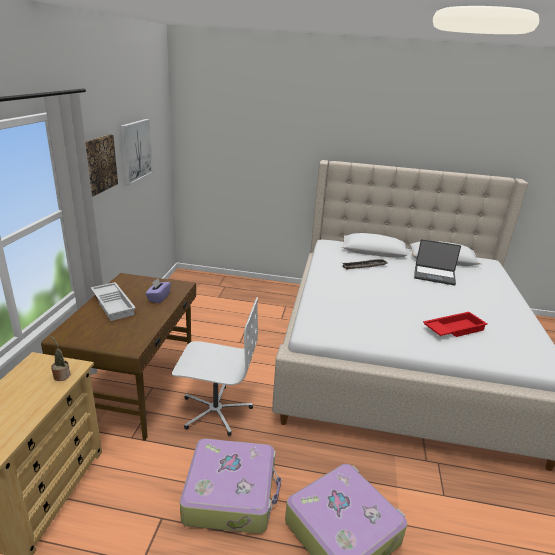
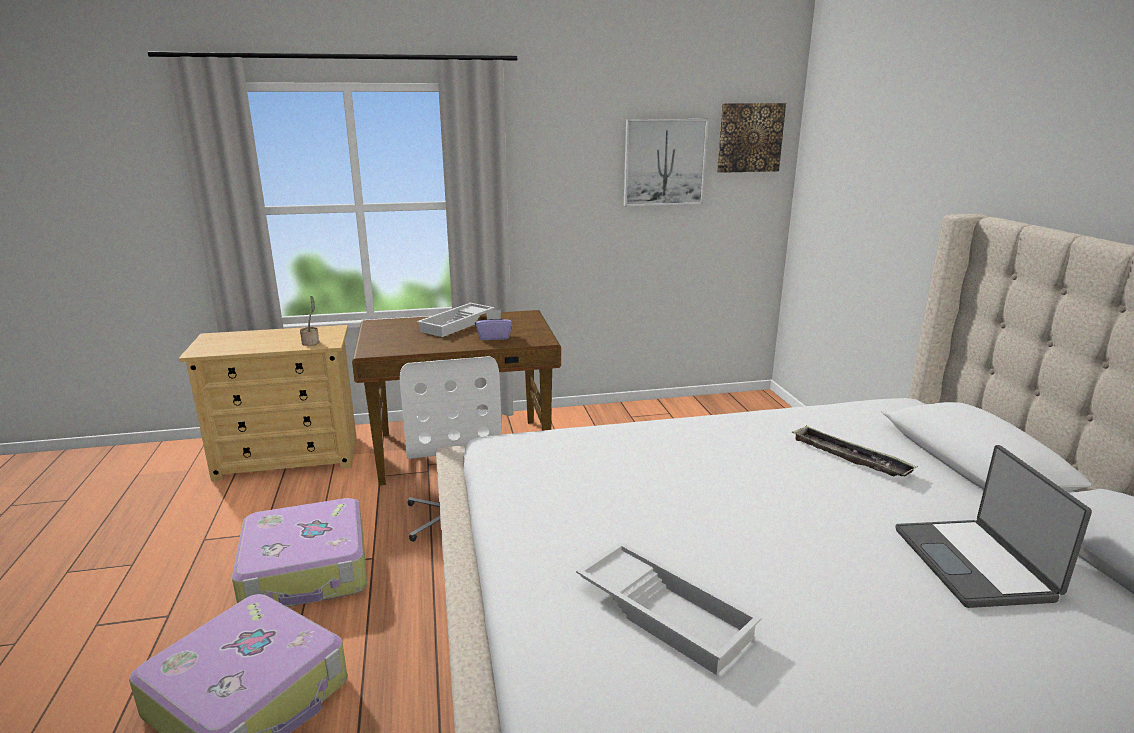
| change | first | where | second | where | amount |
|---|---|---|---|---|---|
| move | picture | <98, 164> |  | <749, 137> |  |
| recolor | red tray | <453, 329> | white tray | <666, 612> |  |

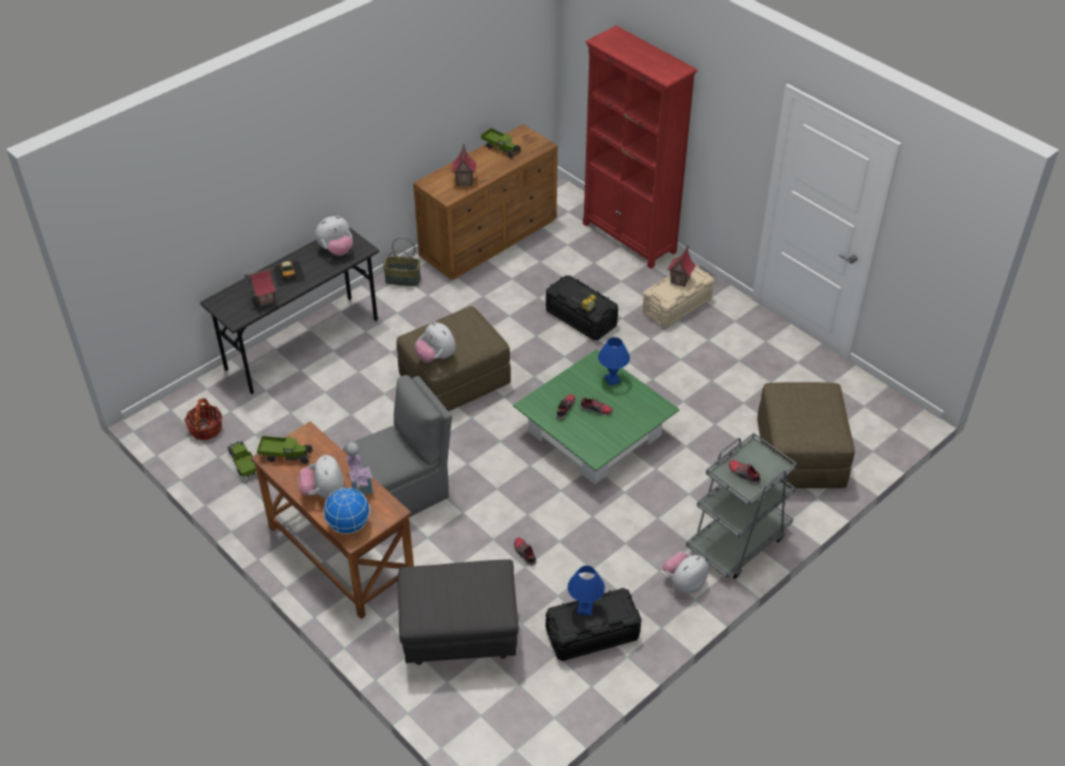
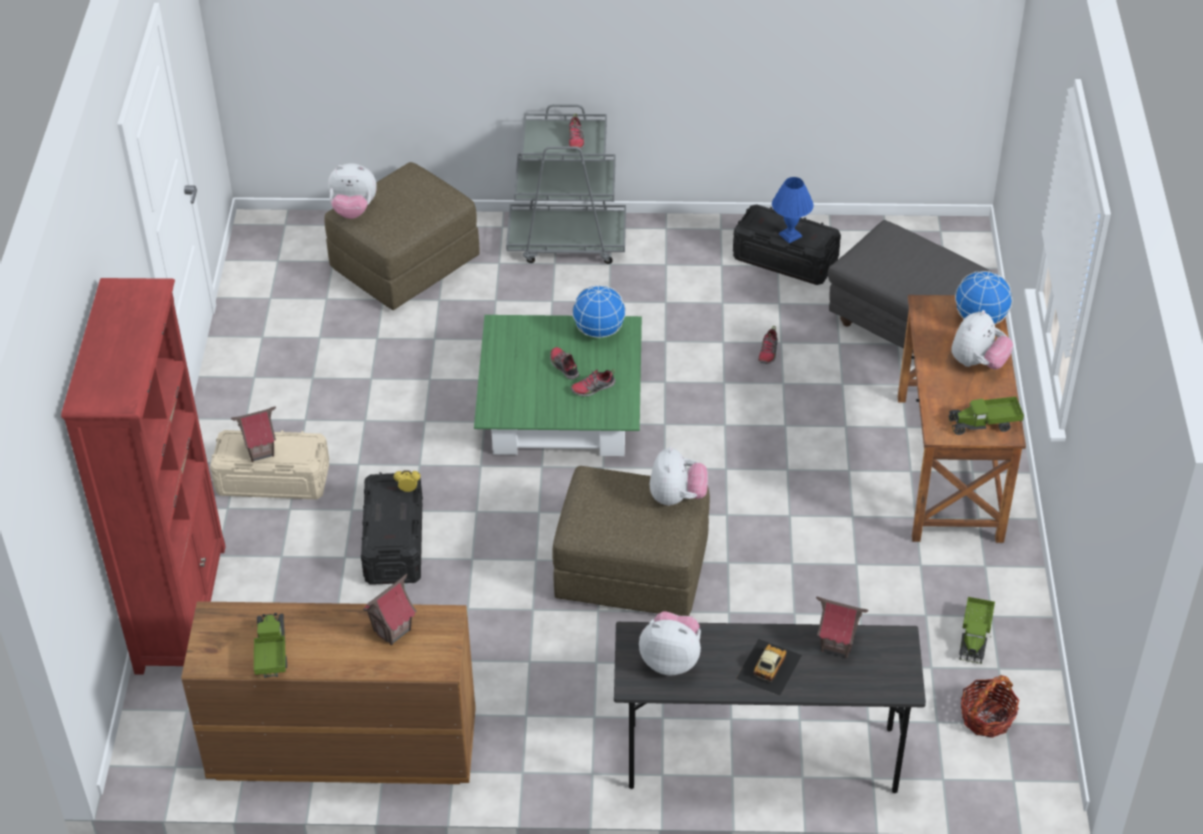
| change | first | where | second | where | amount |
|---|---|---|---|---|---|
| delete | basket | <402, 279> |  |  |  |
| delete | blue table lamp | <612, 380> |  |  |  |
| delete | grey chair | <401, 493> |  |  |  |
| rotate | toy truck | <285, 455> |  | <984, 424> | 60 degrees counterclockwise |
| delete | toy house | <360, 483> |  |  |  |
| move | plush toy | <684, 583> |  | <353, 210> |  |
| insert |  |  | globe | <598, 331> |  |

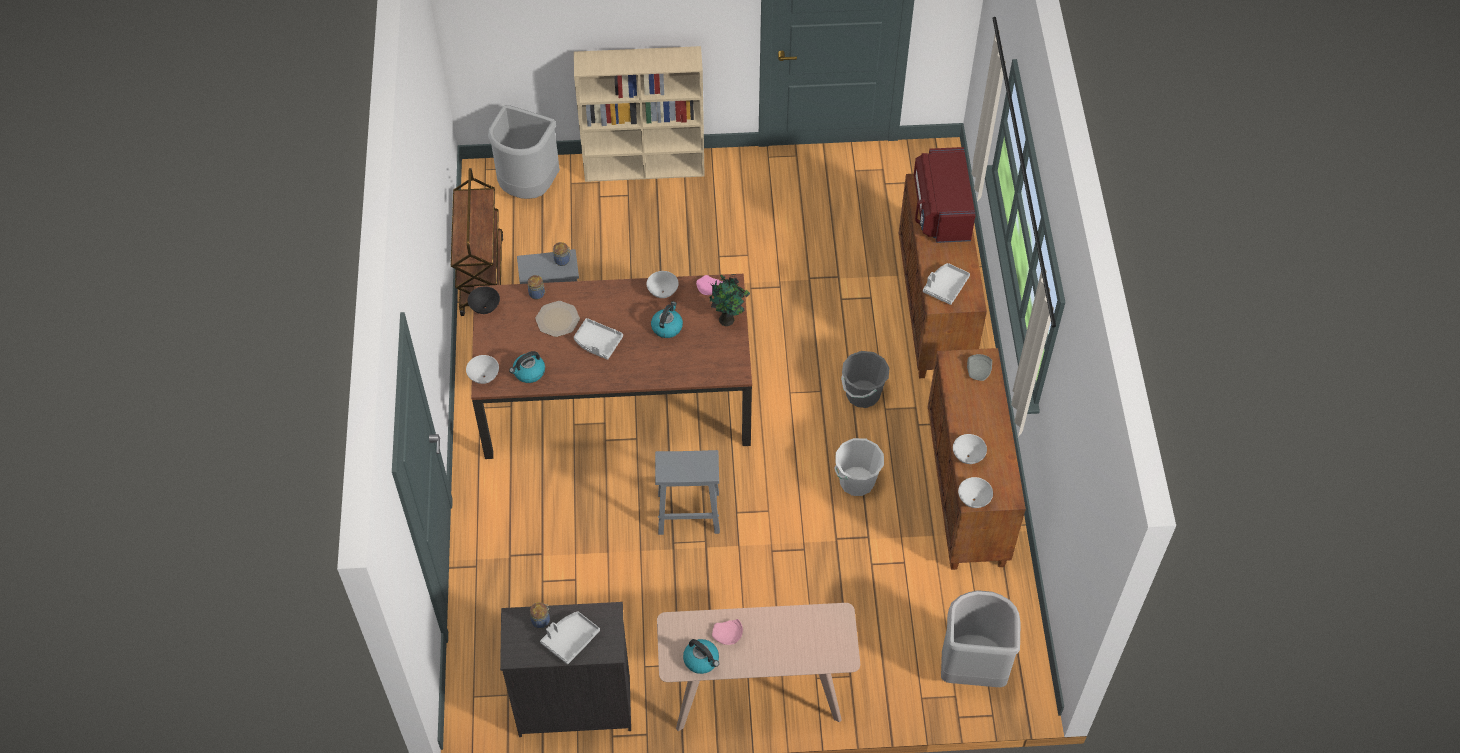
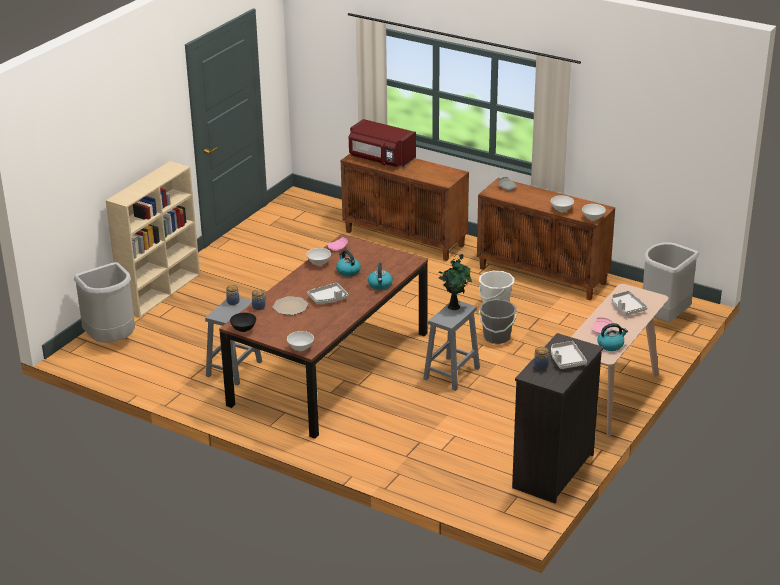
| change | first | where | second | where | amount |
|---|---|---|---|---|---|
| delete | brown cart | <481, 275> |  |  |  |
| move | grey tray | <945, 287> |  | <626, 308> |  |
| move | potted plant | <728, 320> |  | <454, 306> |  |
| move | kettle | <529, 372> |  | <380, 285> |  |
| move | grey bucket | <862, 394> |  | <497, 337> |  |

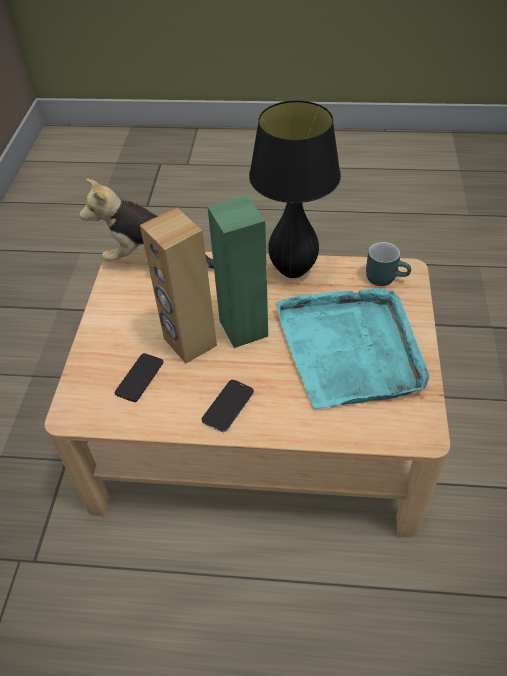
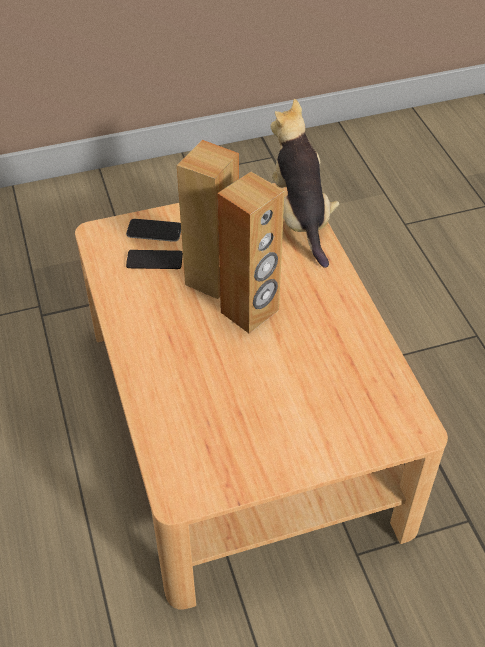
| change | first | where | second | where | amount |
|---|---|---|---|---|---|
| delete | black table lamp | <293, 270> |  |  |  |
| recolor | green speaker | <244, 328> | brown speaker | <250, 311> |  |
| delete | turquoise mug | <385, 277> |  |  |  |
| delete | turquoise tray | <350, 349> |  |  |  |
| move | phone | <228, 406> |  | <154, 231> |  |

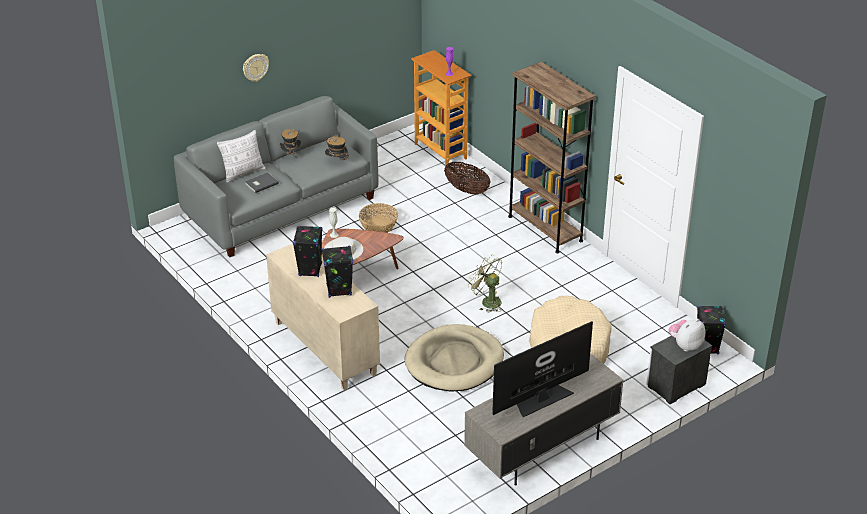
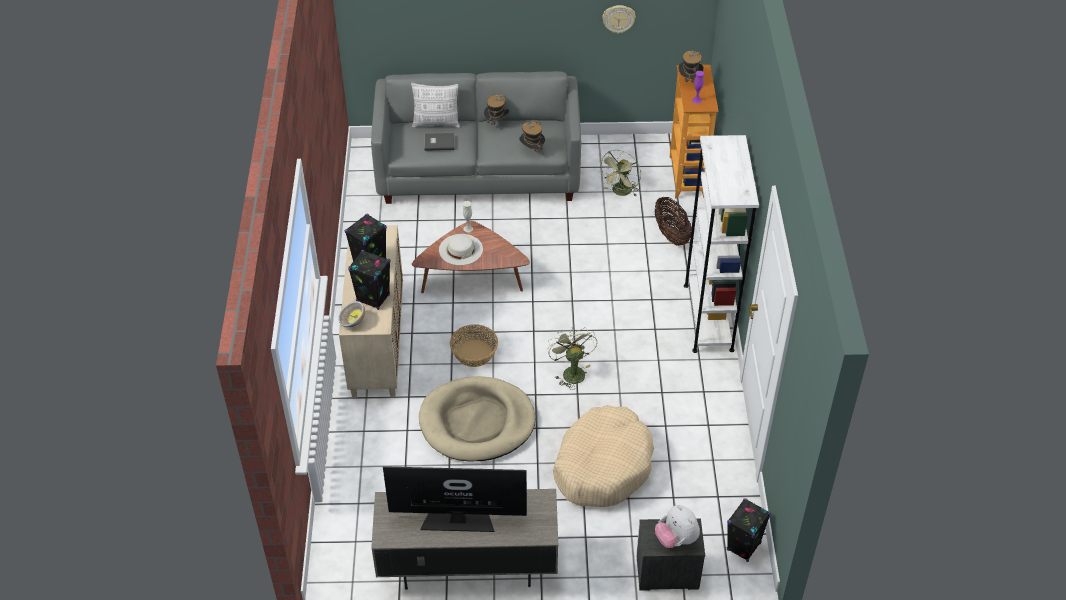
| change | first | where | second | where | amount |
|---|---|---|---|---|---|
| move | wall clock | <255, 67> |  | <618, 18> |  |
| recolor | brown bookcase | <545, 228> | white bookcase | <708, 317> |  |
| move | basket | <378, 225> |  | <474, 353> |  |
| rotate | plush toy | <685, 345> |  | <676, 539> | 120 degrees counterclockwise |
| insert |  |  | hat | <689, 80> |  |
| insert |  |  | green fan | <620, 192> |  |
| insert |  |  | bowl | <352, 322> |  |

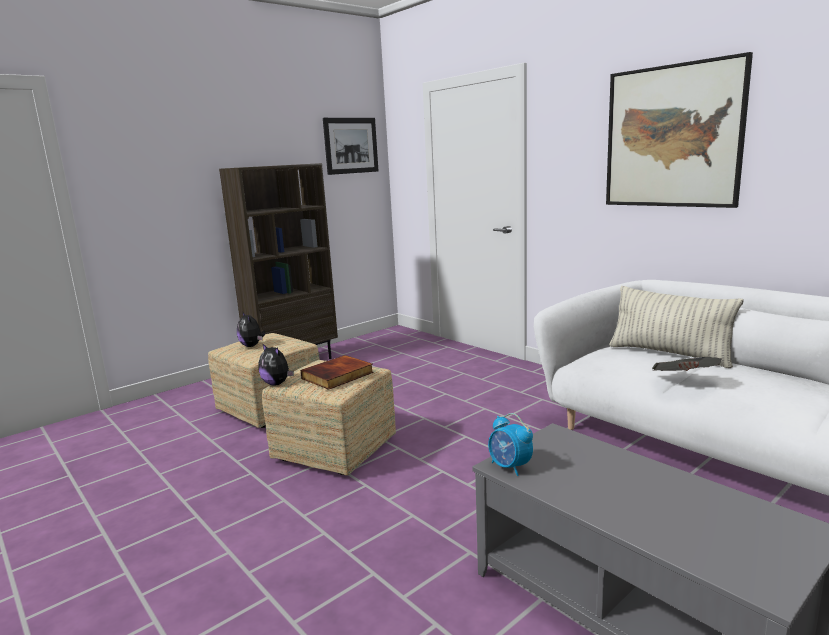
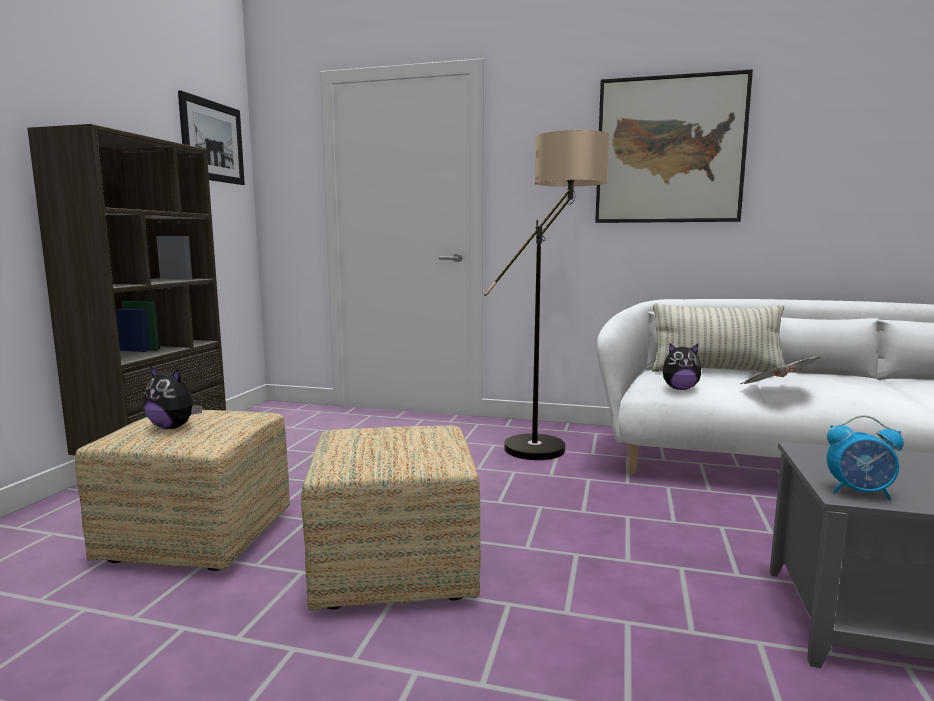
| change | first | where | second | where | amount |
|---|---|---|---|---|---|
| move | plush toy | <277, 383> |  | <680, 389> |  |
| delete | book | <338, 376> |  |  |  |
| insert |  |  | floor lamp | <550, 443> |  |

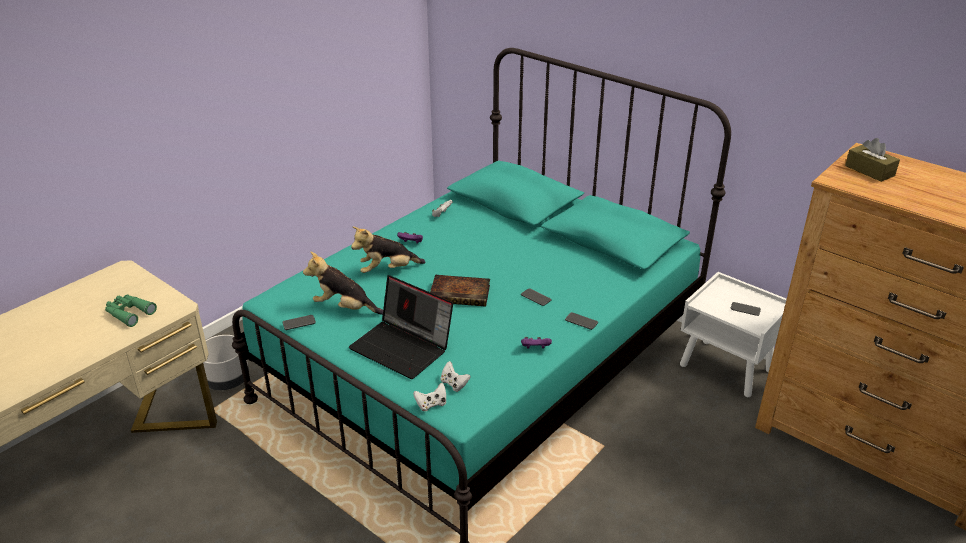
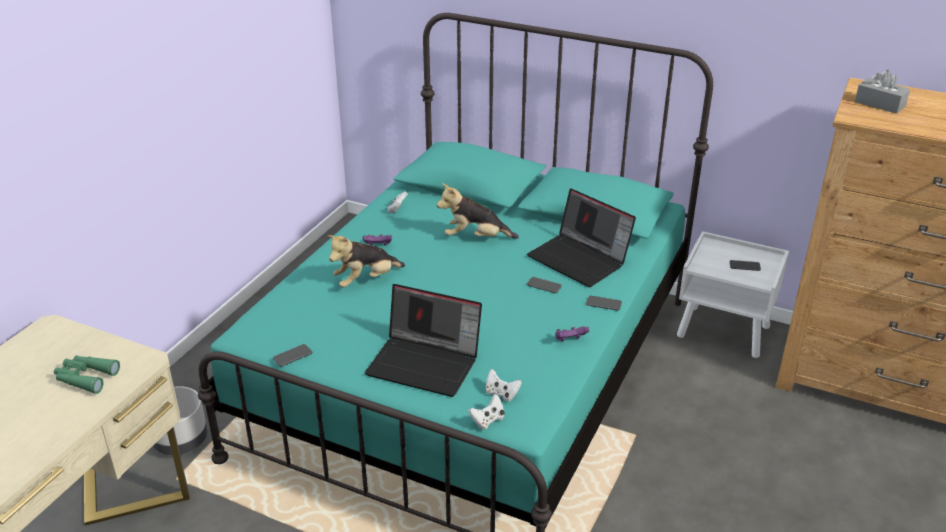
| change | first | where | second | where | amount |
|---|---|---|---|---|---|
| recolor | brown tissue box | <869, 171> | grey tissue box | <879, 104> |  |
| move | plush toy | <345, 308> |  | <475, 238> |  |
| delete | book | <461, 294> |  |  |  |
| insert |  |  | laptop | <580, 259> |  |

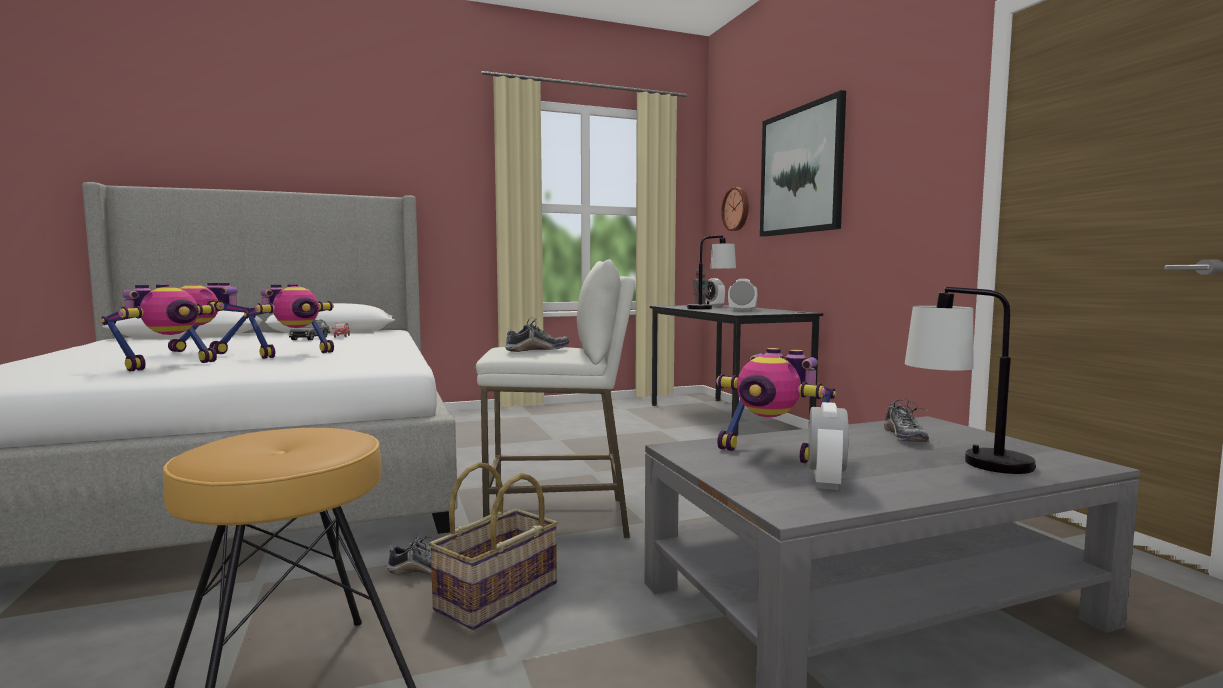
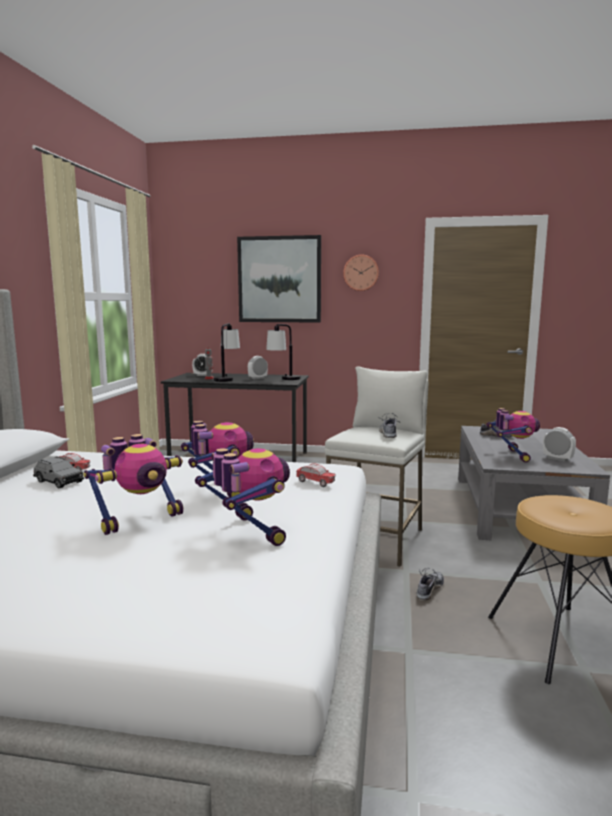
| change | first | where | second | where | amount |
|---|---|---|---|---|---|
| move | wall clock | <737, 209> |  | <361, 273> |  |
| move | table lamp | <965, 462> |  | <284, 379> |  |
| rotate | toy robot | <772, 453> |  | <511, 455> | 60 degrees counterclockwise |
| delete | basket | <498, 597> |  |  |  |
| insert |  |  | toy car | <315, 482> |  |

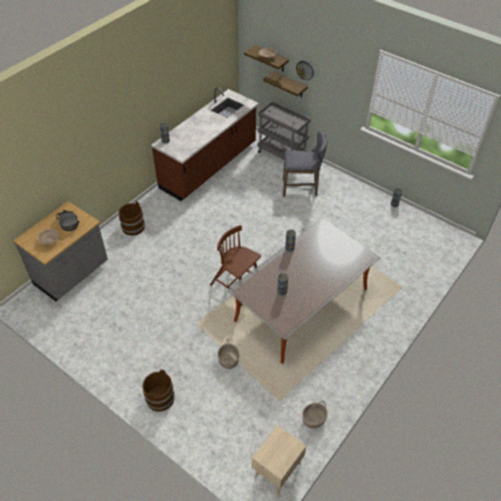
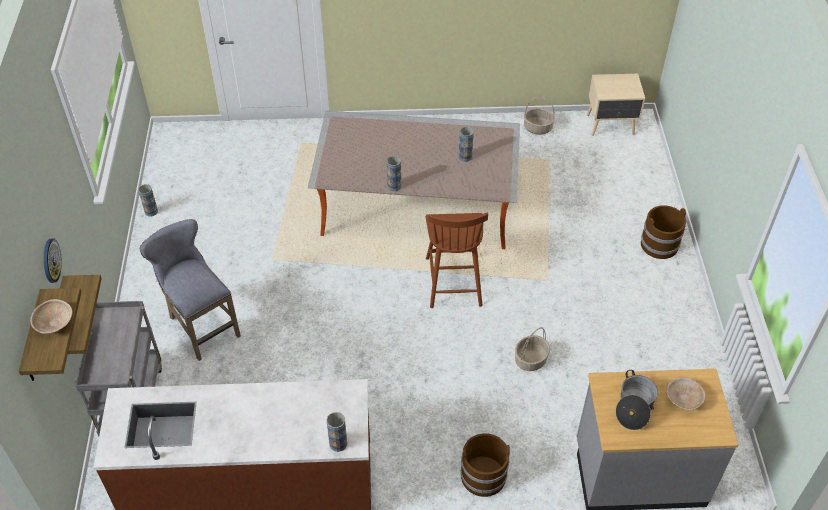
| change | first | where | second | where | amount |
|---|---|---|---|---|---|
| move | basket | <228, 360> |  | <530, 360> |  |

